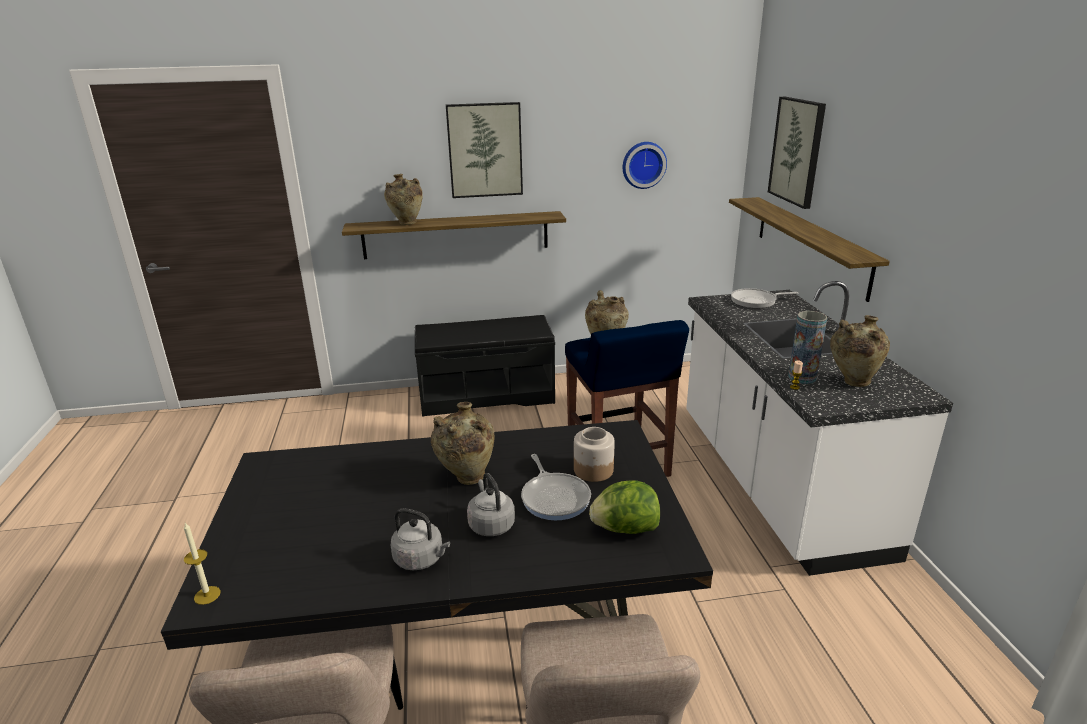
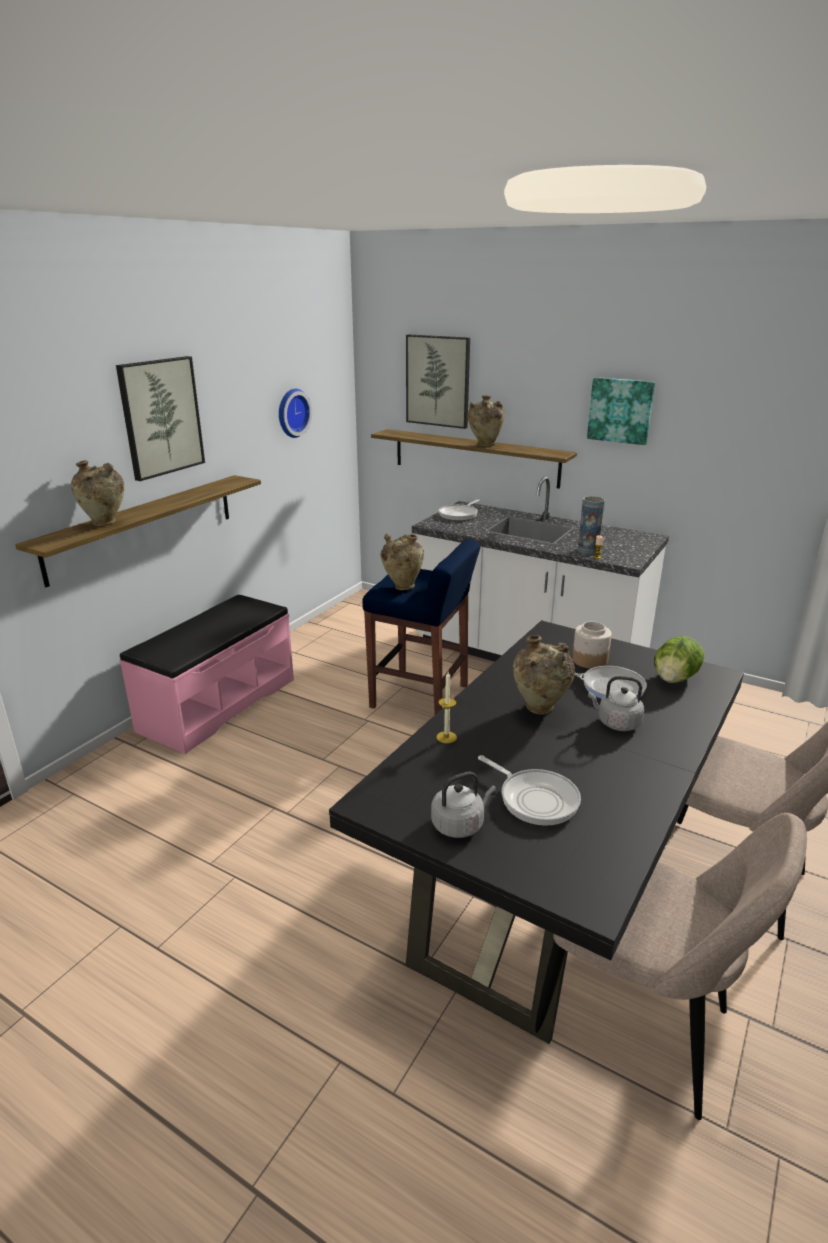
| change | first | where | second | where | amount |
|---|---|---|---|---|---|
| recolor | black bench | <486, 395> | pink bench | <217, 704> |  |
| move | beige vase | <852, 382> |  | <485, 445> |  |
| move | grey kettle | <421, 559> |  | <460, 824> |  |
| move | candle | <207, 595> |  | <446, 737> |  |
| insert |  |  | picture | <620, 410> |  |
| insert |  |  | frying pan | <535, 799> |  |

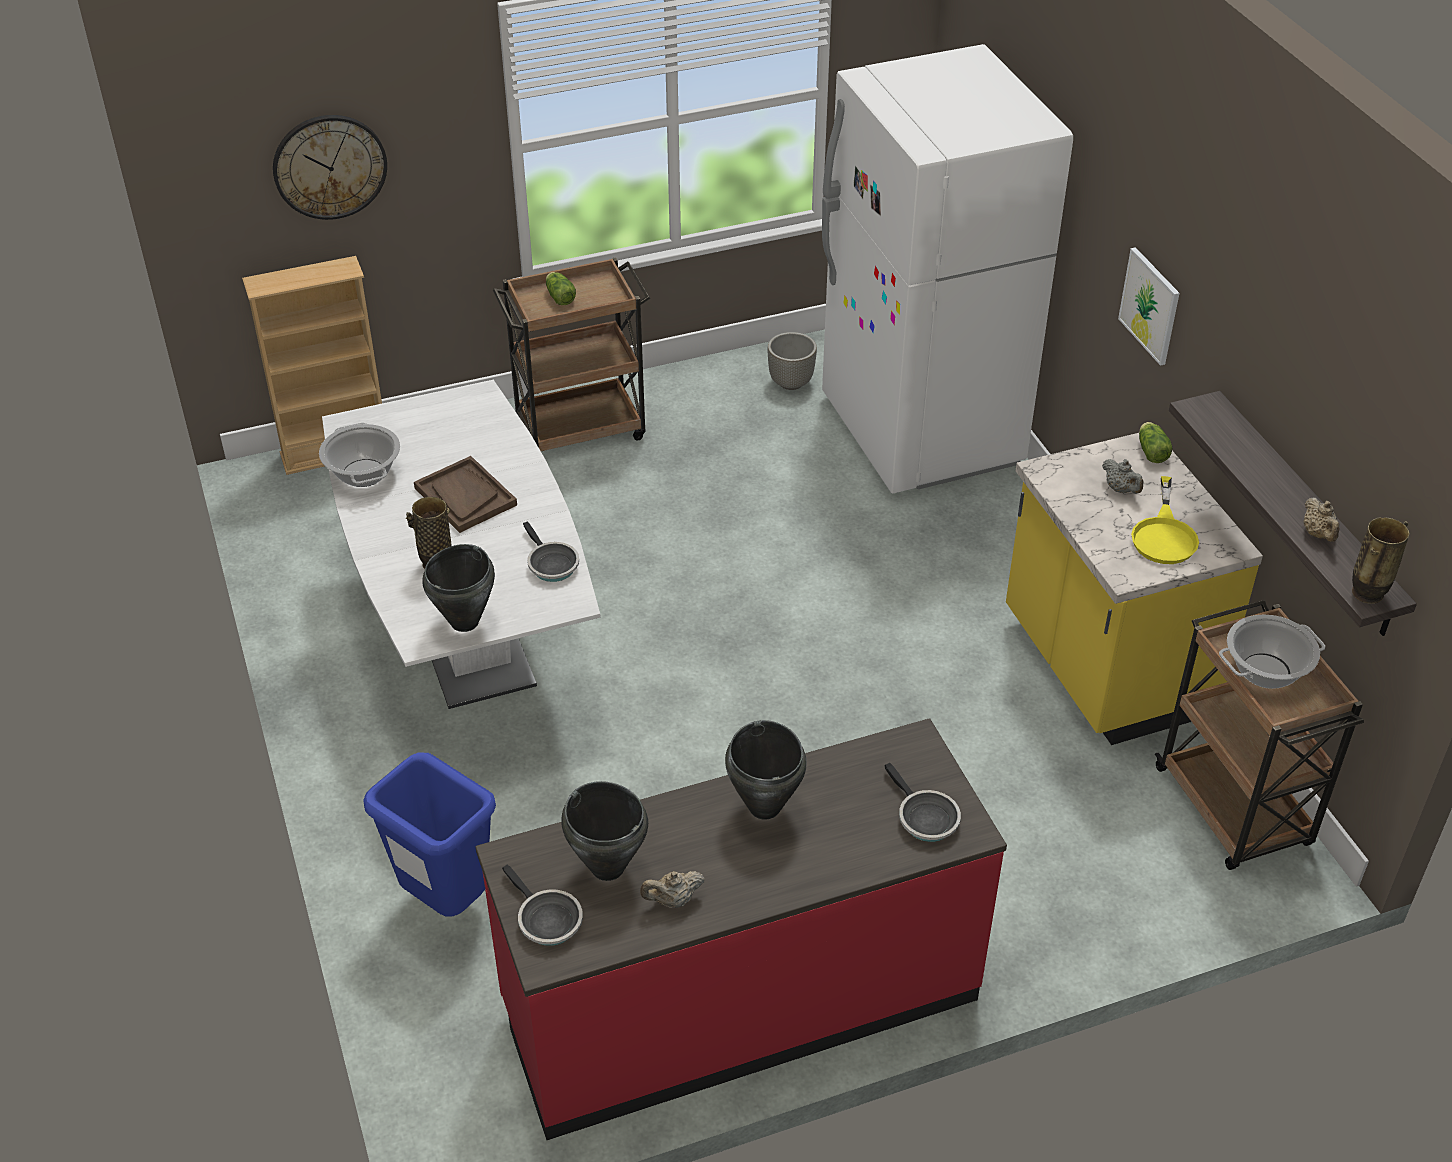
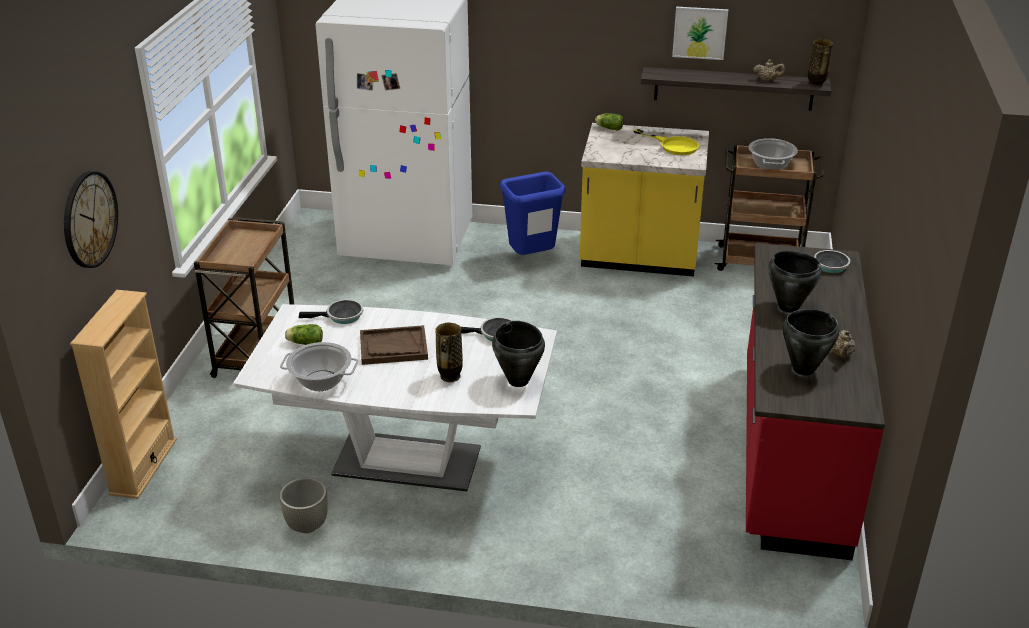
| change | first | where | second | where | amount |
|---|---|---|---|---|---|
| move | picture | <1150, 305> |  | <700, 32> |  |
| move | lettuce | <559, 296> |  | <304, 343> |  |
| move | grey planter | <791, 382> |  | <307, 525> |  |
| delete | grey teapot | <1120, 489> |  |  |  |
| move | blue trash can | <445, 902> |  | <531, 259> |  |
| move | frying pan | <546, 920> |  | <341, 316> |  |

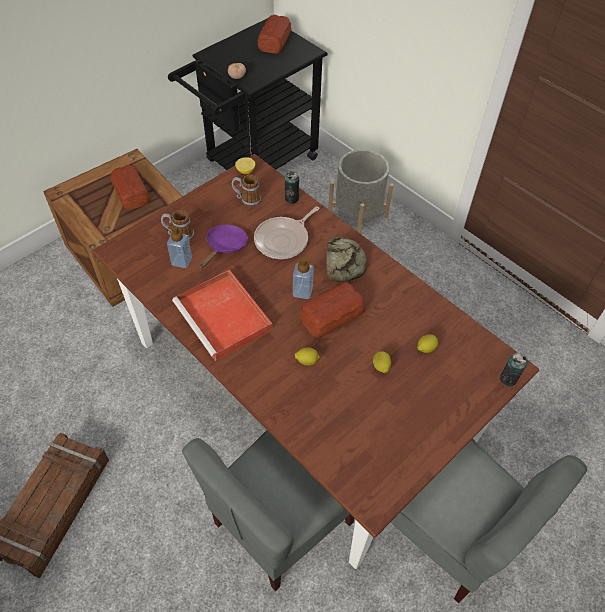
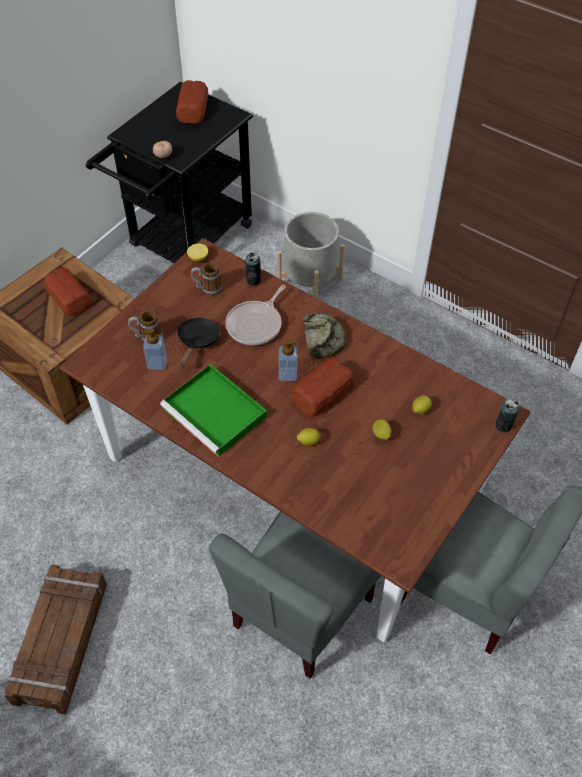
| change | first | where | second | where | amount |
|---|---|---|---|---|---|
| recolor | purple frying pan | <225, 247> | black frying pan | <197, 341> |  |
| recolor | red tray | <224, 317> | green tray | <216, 413> |  |

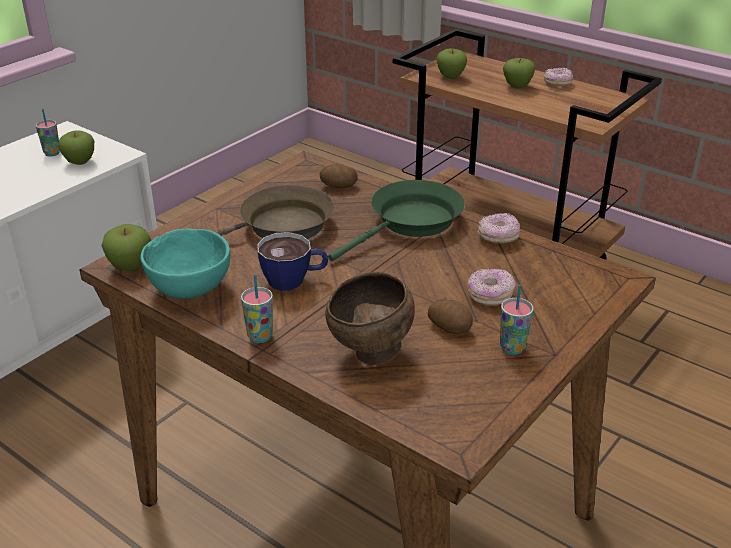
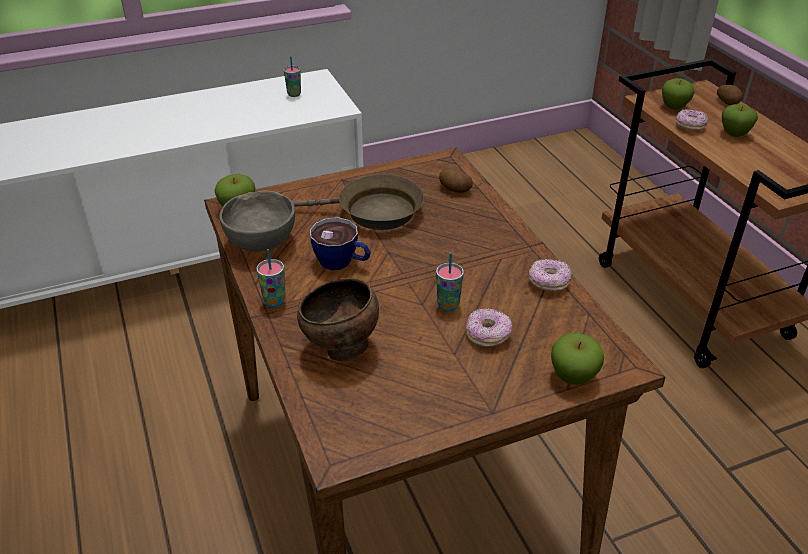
| change | first | where | second | where | amount |
|---|---|---|---|---|---|
| move | donut | <557, 83> |  | <690, 126> |  |
| move | apple | <80, 162> |  | <573, 377> |  |
| delete | green frying pan | <411, 223> |  |  |  |
| recolor | turquoise bowl | <191, 288> | grey bowl | <262, 242> |  |
| move | cup | <512, 348> |  | <448, 305> |  |
| move | potato | <450, 327> |  | <728, 102> |  |

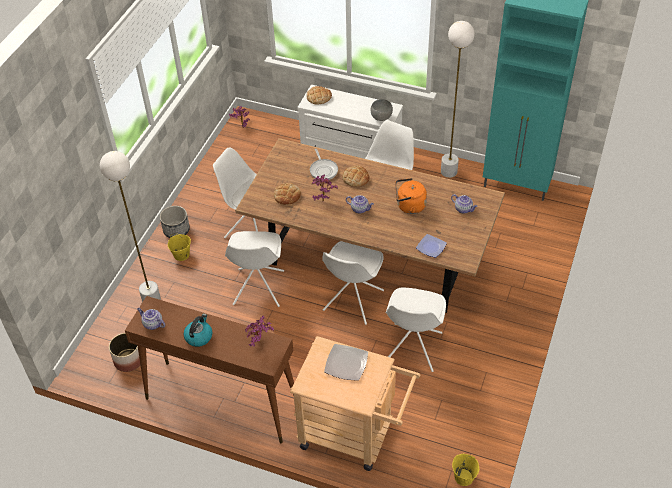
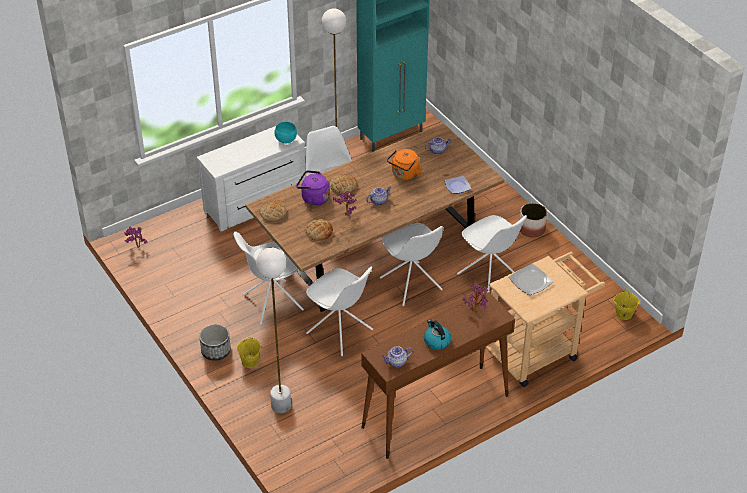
| change | first | where | second | where | amount |
|---|---|---|---|---|---|
| move | bread | <318, 97> |  | <273, 212> |  |
| recolor | grey bowl | <381, 117> | turquoise bowl | <285, 140> |  |
| replace | frying pan | <323, 170> | purple kettle | <313, 198> |  |
| move | planter | <128, 360> |  | <531, 229> |  |

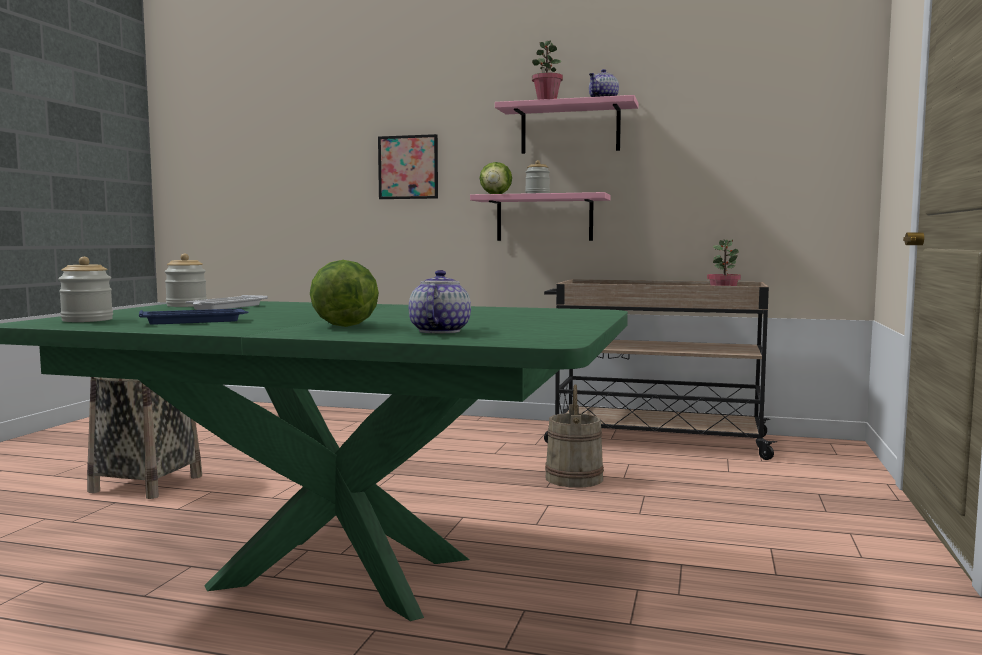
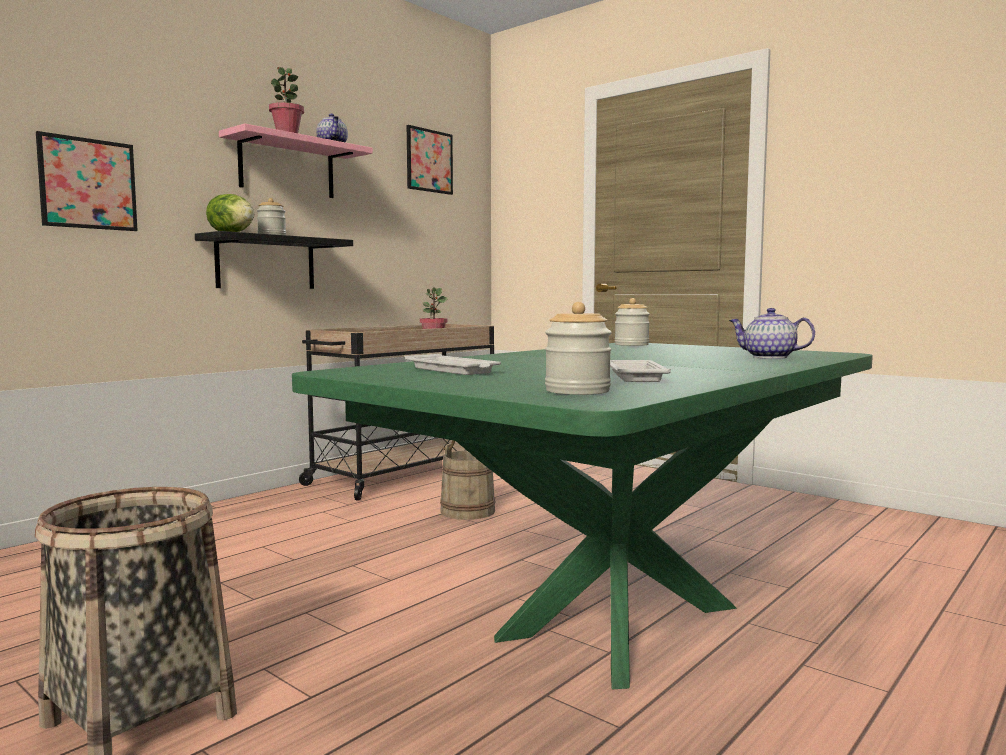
| change | first | where | second | where | amount |
|---|---|---|---|---|---|
| recolor | pink shelf | <544, 218> | black shelf | <266, 263> |  |
| move | jar | <186, 305> |  | <631, 344> |  |
| delete | lettuce | <344, 325> |  |  |  |
| recolor | blue tray | <195, 321> | white tray | <635, 376> |  |
| insert |  |  | picture | <429, 161> |  |

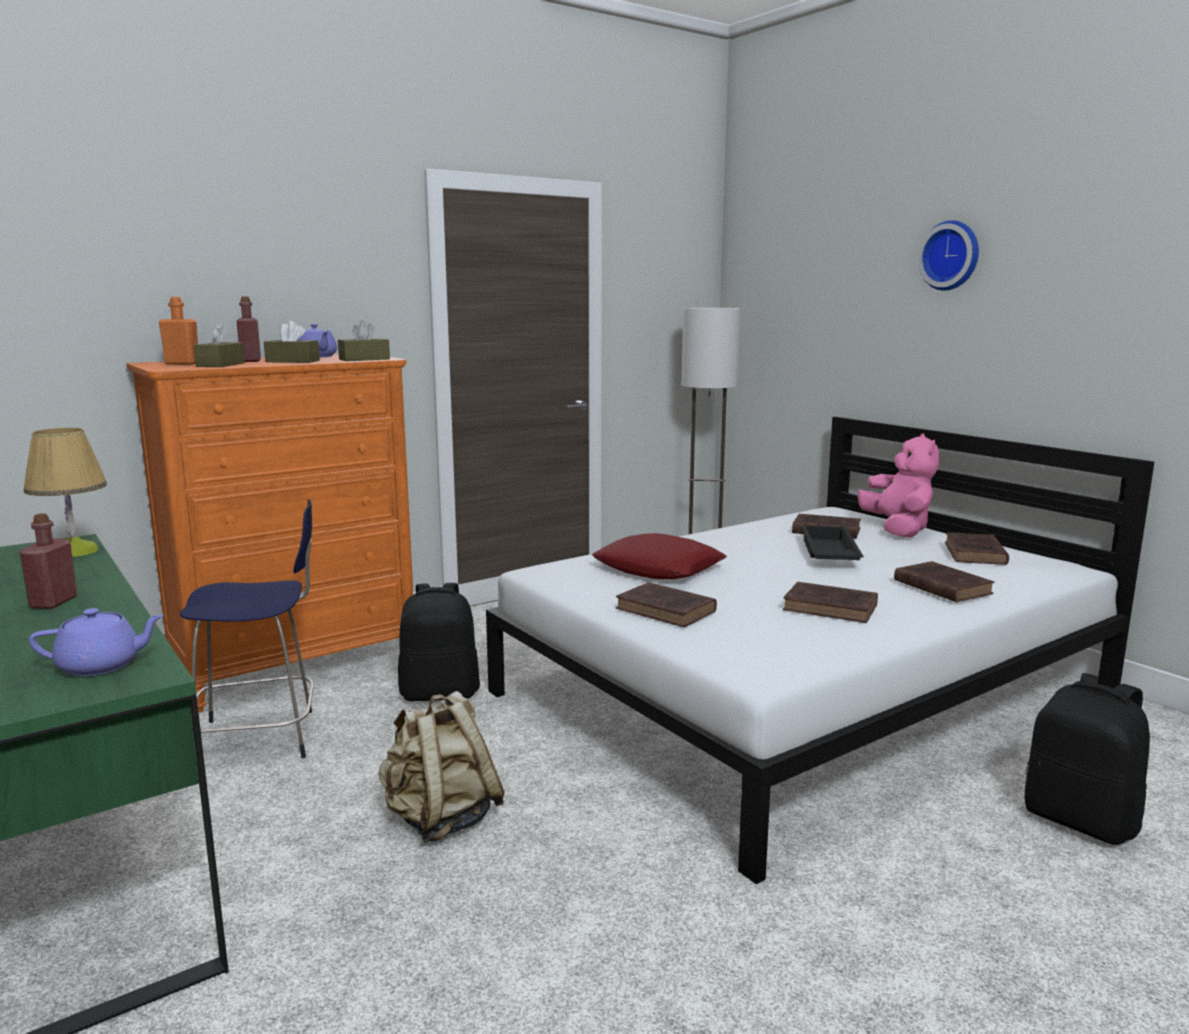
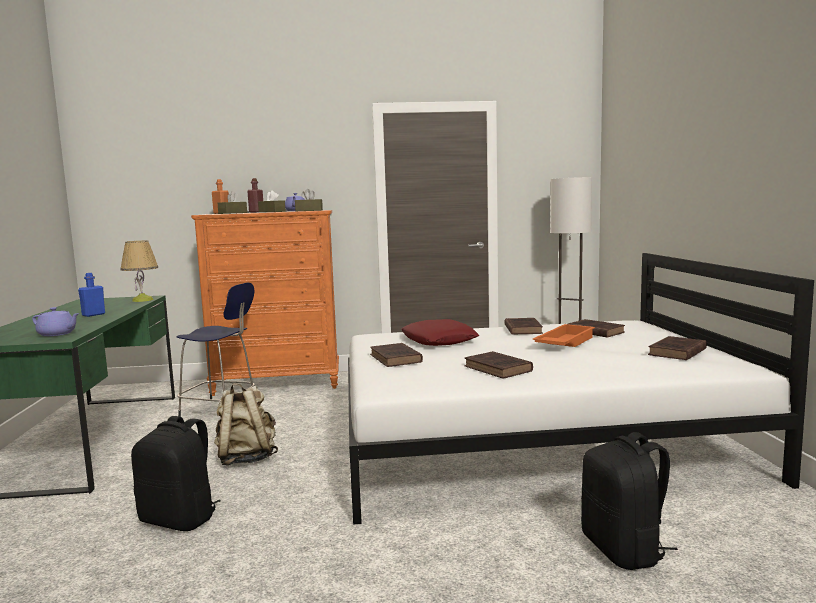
| change | first | where | second | where | amount |
|---|---|---|---|---|---|
| delete | wall clock | <951, 255> |  |  |  |
| delete | pink plush toy | <897, 530> |  |  |  |
| recolor | red bottle | <53, 602> | blue bottle | <93, 315> |  |
| recolor | black tray | <827, 554> | orange tray | <563, 343> |  |
| move | brown book | <940, 586> |  | <522, 329> |  |
| move | black backpack | <440, 693> |  | <180, 519> |  |

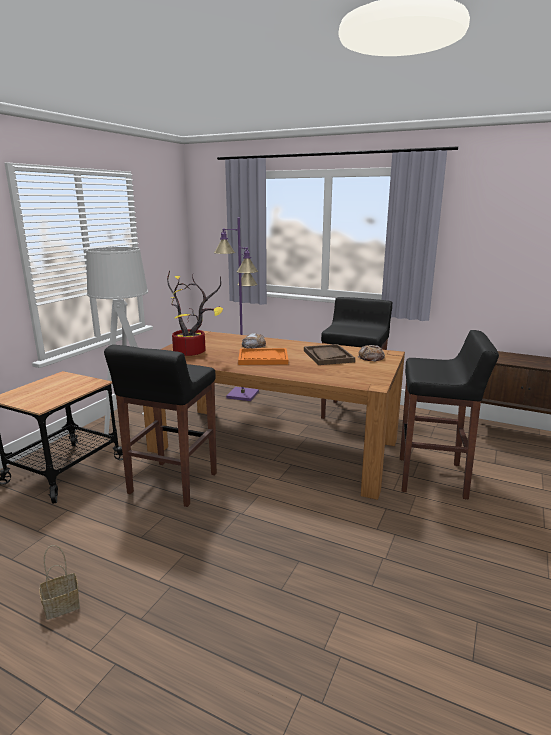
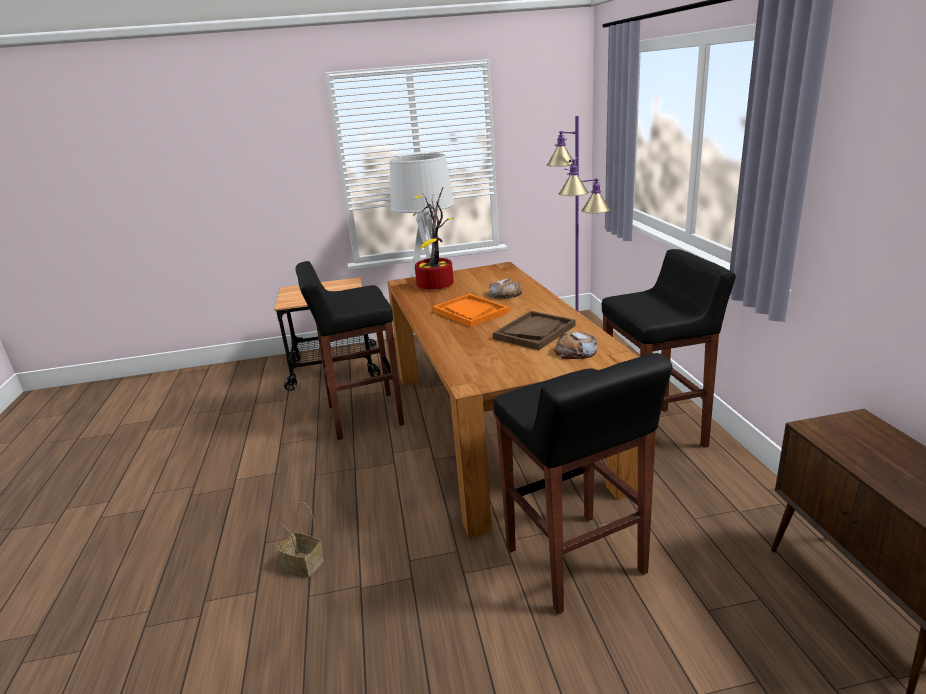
| change | first | where | second | where | amount |
|---|---|---|---|---|---|
| move | basket | <63, 604> |  | <305, 564> |  |

